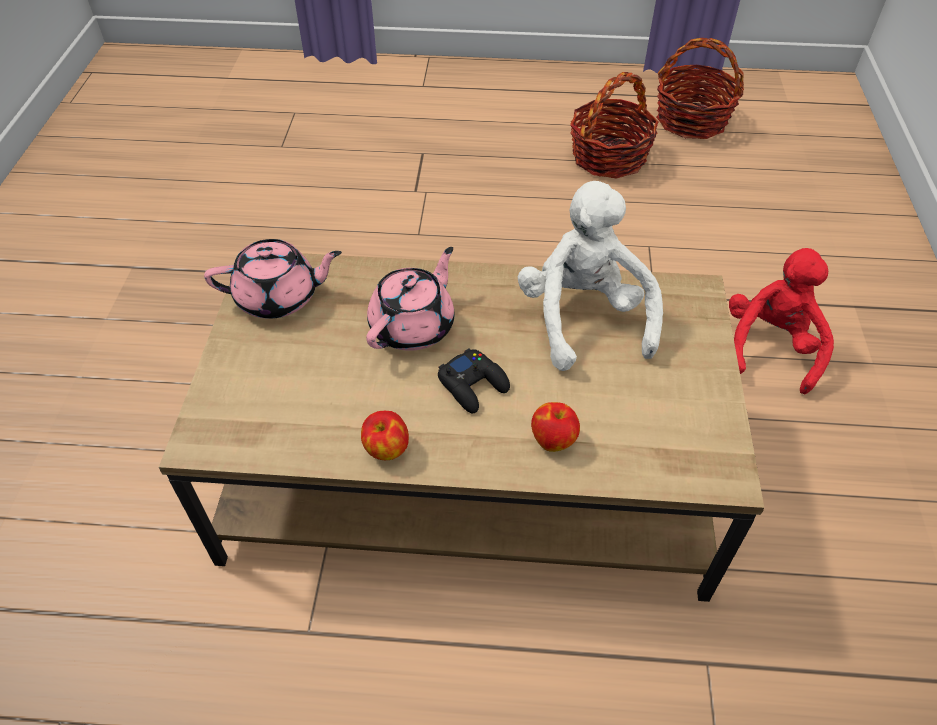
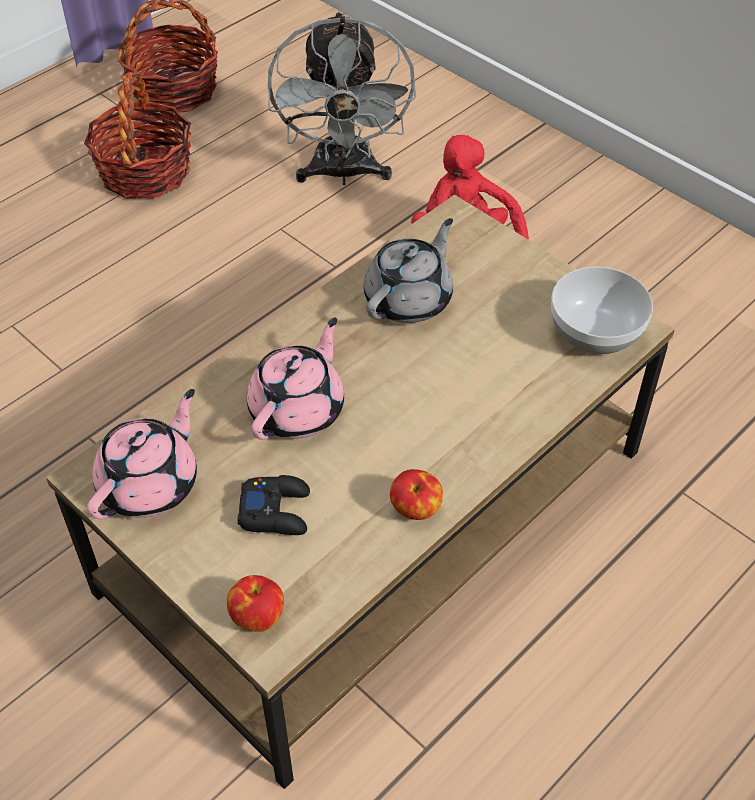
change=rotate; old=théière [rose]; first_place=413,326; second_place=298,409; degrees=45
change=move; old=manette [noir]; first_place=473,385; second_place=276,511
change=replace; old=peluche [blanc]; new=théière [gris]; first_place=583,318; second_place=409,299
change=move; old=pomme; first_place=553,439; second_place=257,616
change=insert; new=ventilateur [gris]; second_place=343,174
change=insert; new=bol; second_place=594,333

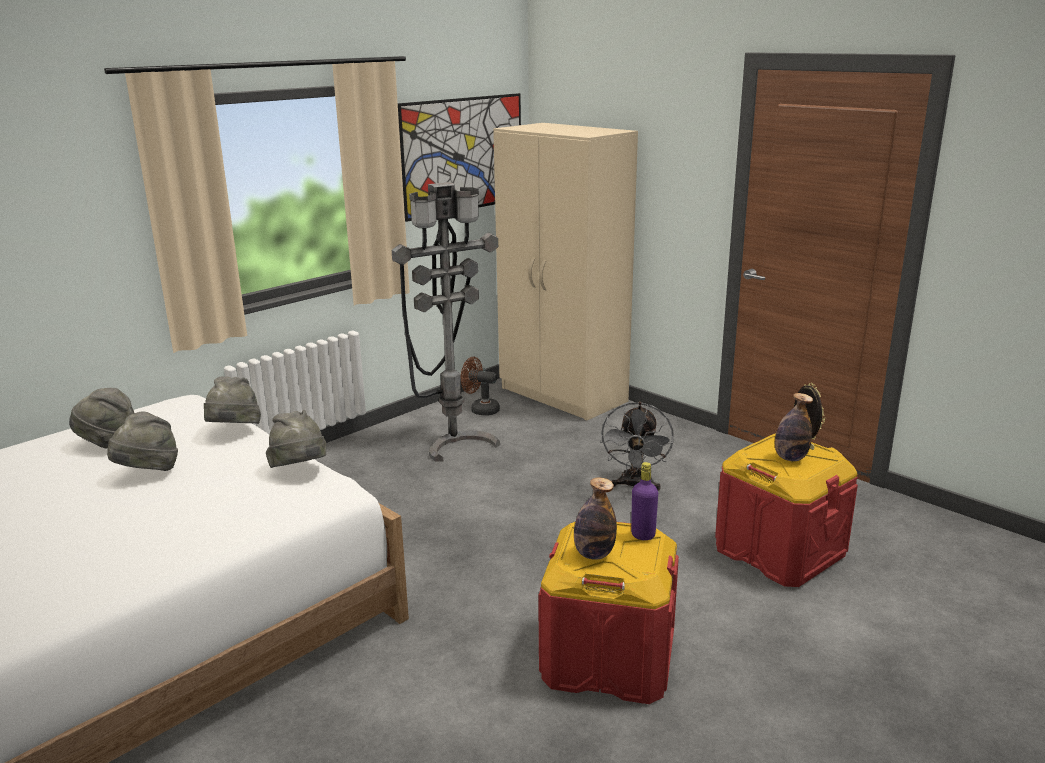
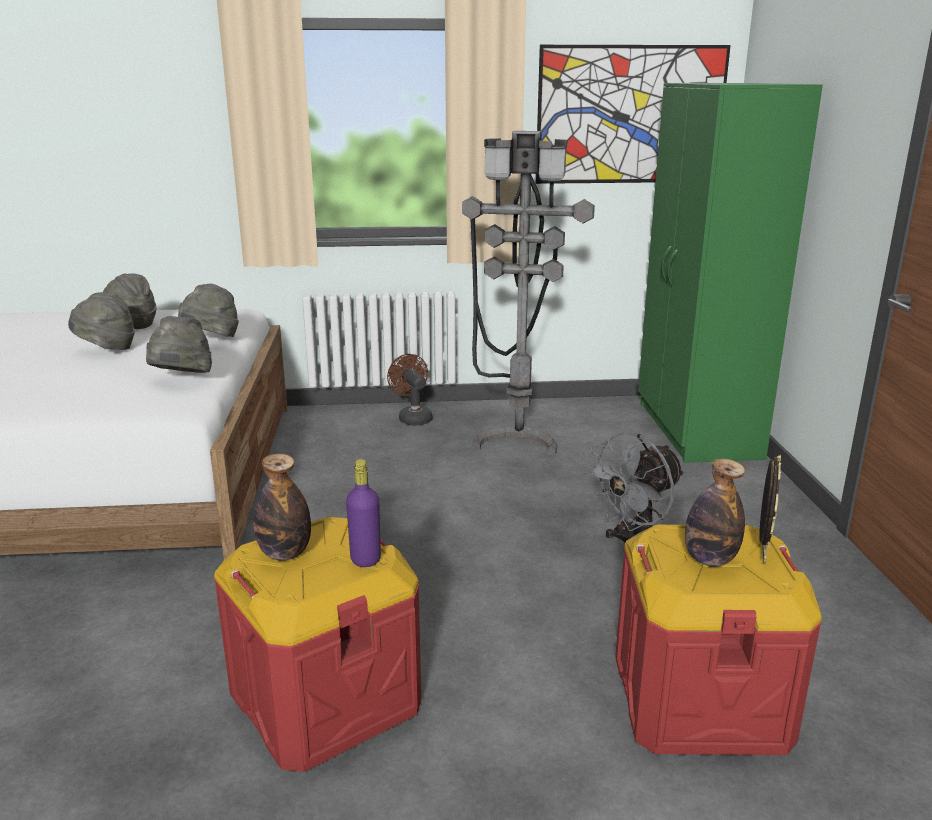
change=move; old=ventilateur [marron]; first_place=480,410; second_place=412,417
change=recolor; old=armoire [beige]; new=armoire [vert]; first_place=563,396; second_place=696,431

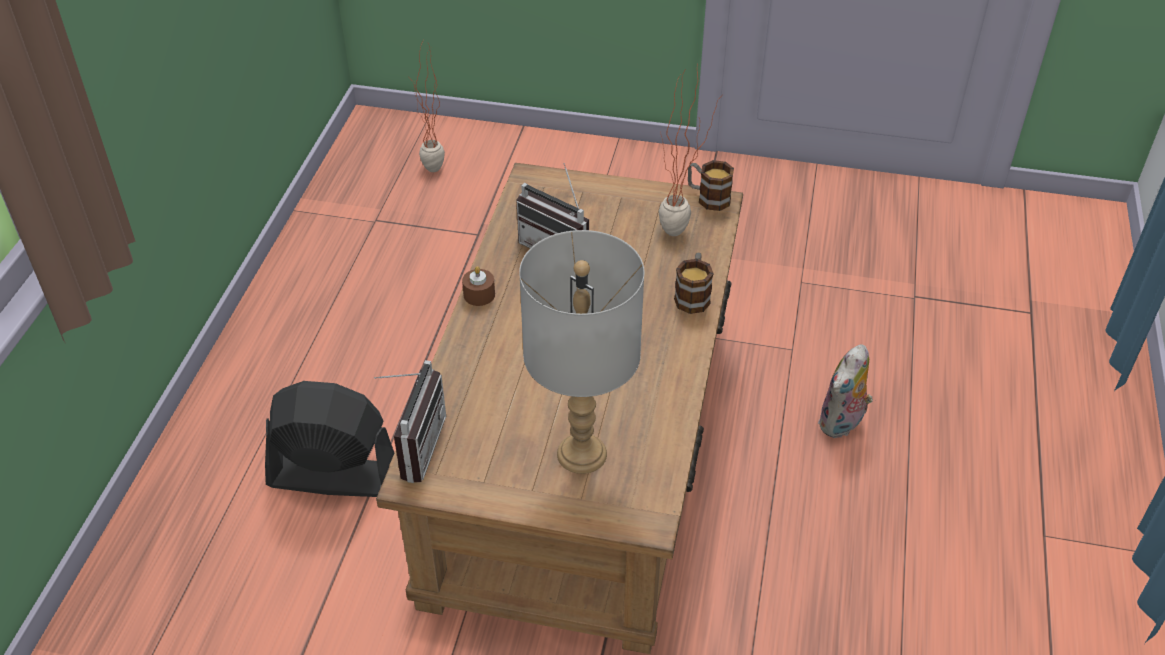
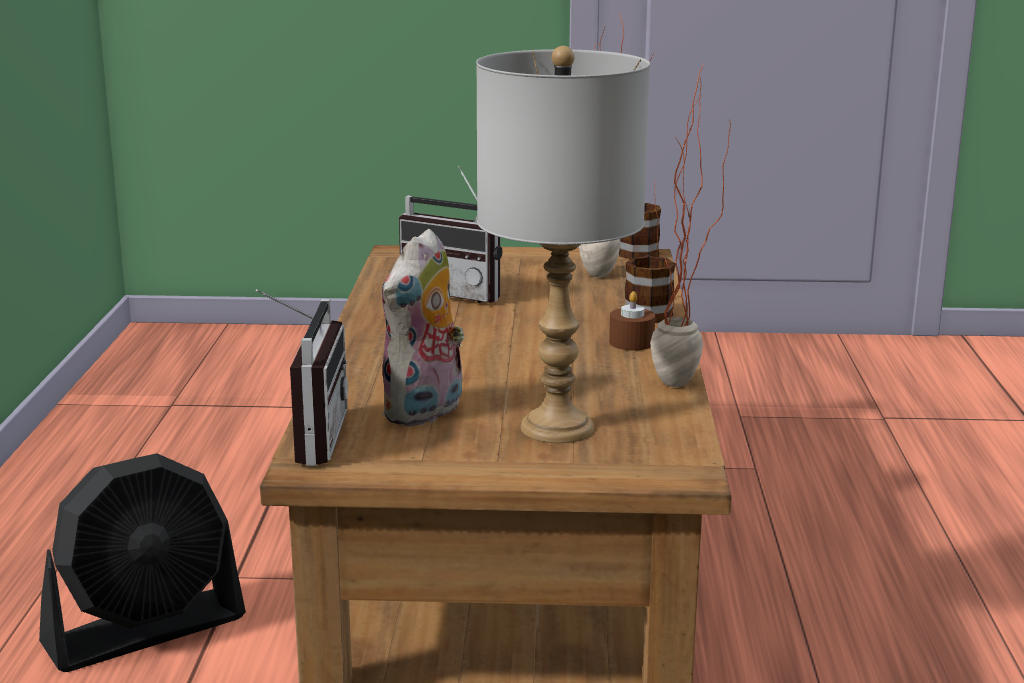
change=rotate; old=ventilateur [noir]; first_place=332,475; second_place=146,631; degrees=150
change=move; old=plante en pot; first_place=432,174; second_place=679,389
change=move; old=bougie [marron]; first_place=479,295; second_place=631,342
change=move; old=peluche; first_place=842,424; second_place=425,413

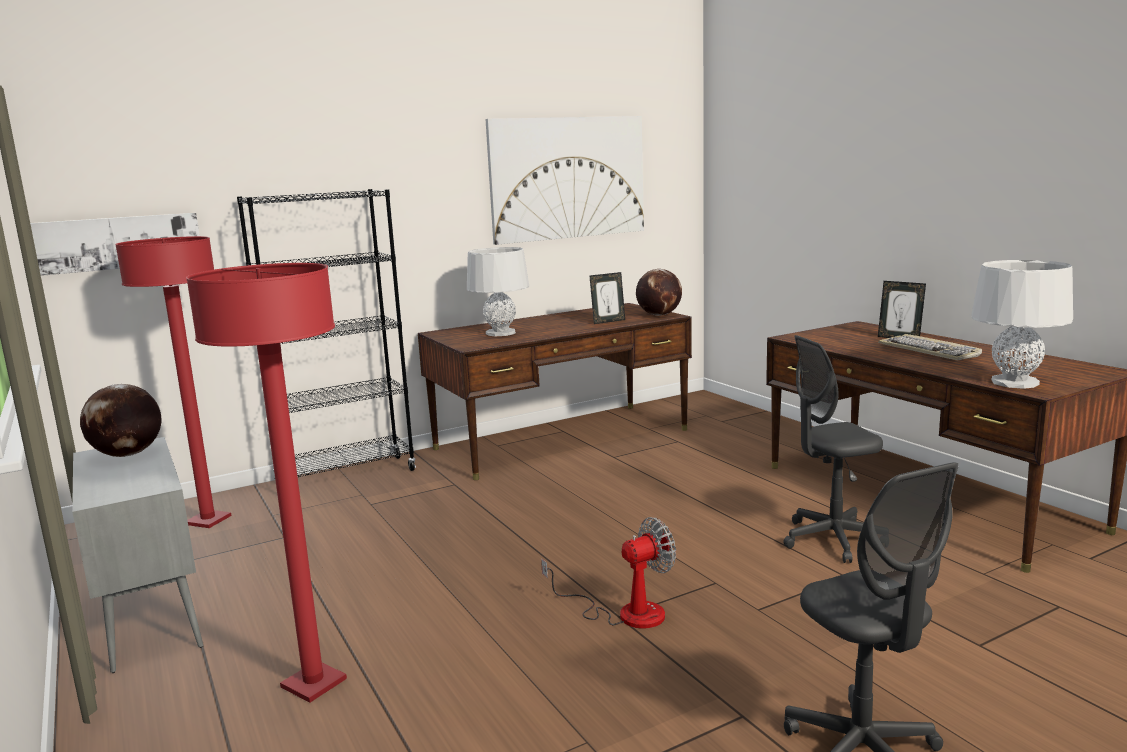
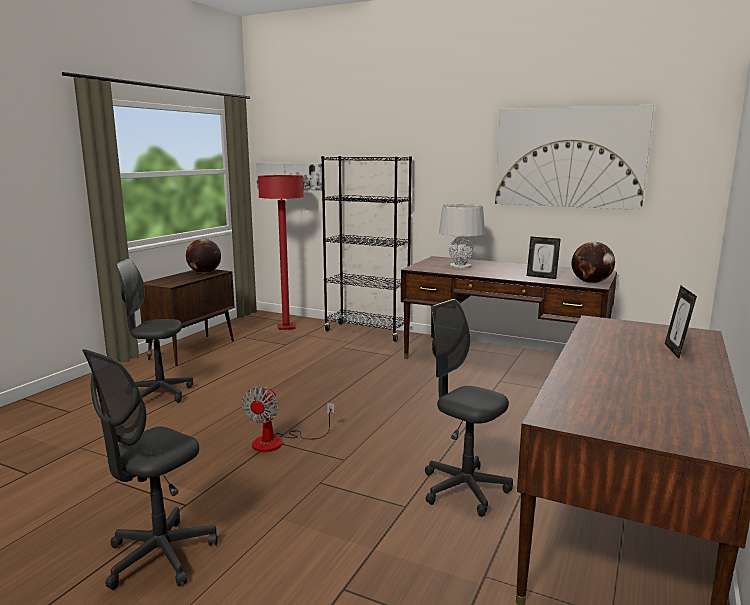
change=recolor; old=meuble de rangement [gris]; new=meuble de rangement [marron]; first_place=150,617; second_place=193,350
change=replace; old=lampadaire [rouge]; new=chaise de bureau [gris]; first_place=314,684; second_place=159,394
change=rotate; old=ventilateur; first_place=625,613; second_place=278,442; degrees=75
change=delete; old=clavier; first_place=930,351
change=delete; old=lampe de table [gris]; first_place=1015,382

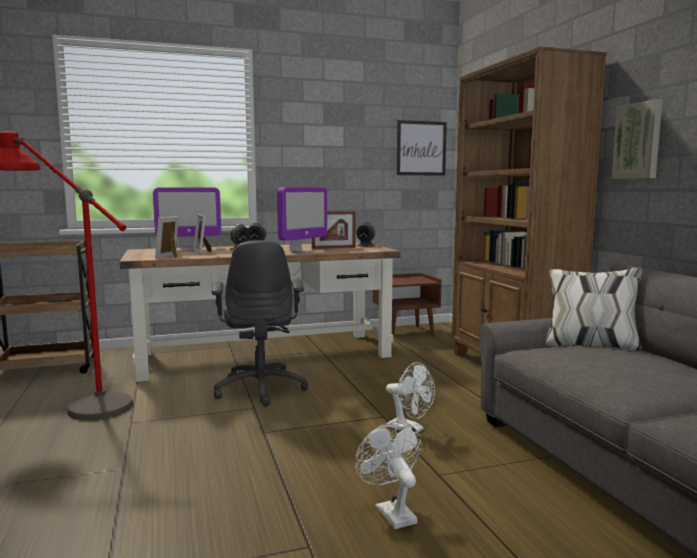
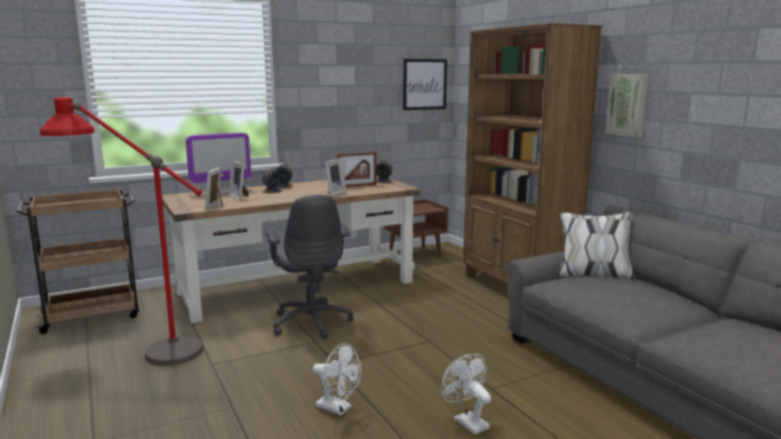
change=replace; old=écran d'ordinateur; new=cadre photo; first_place=302,251; second_place=333,193
change=move; old=ventilateur [blanc]; first_place=410,430; second_place=338,408

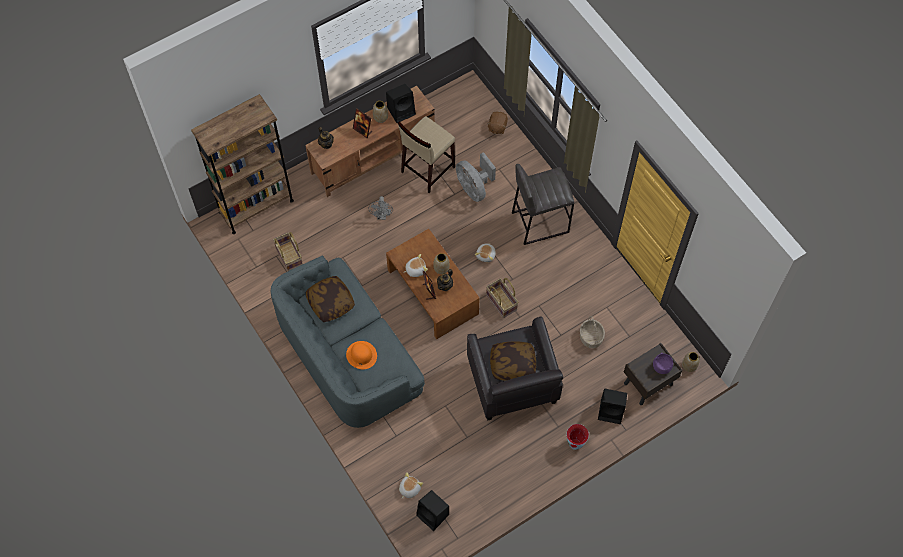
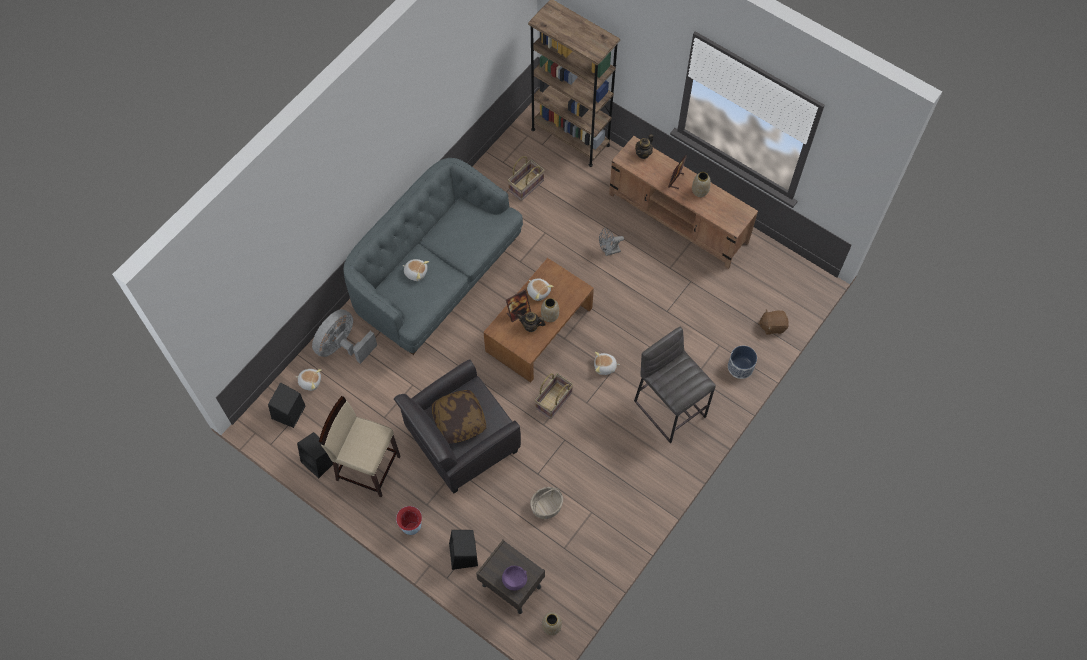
change=delete; old=coussin; first_place=330,302
change=replace; old=chapeau [orange]; new=peluche; first_place=361,355; second_place=416,272
change=move; old=enceinte [noir]; first_place=401,110; second_place=319,461
change=move; old=tabouret [beige]; first_place=427,169; second_place=368,467
change=move; old=ventilateur [gris]; first_place=474,188; second_place=343,347
change=insert; new=cache-pot; second_place=740,367

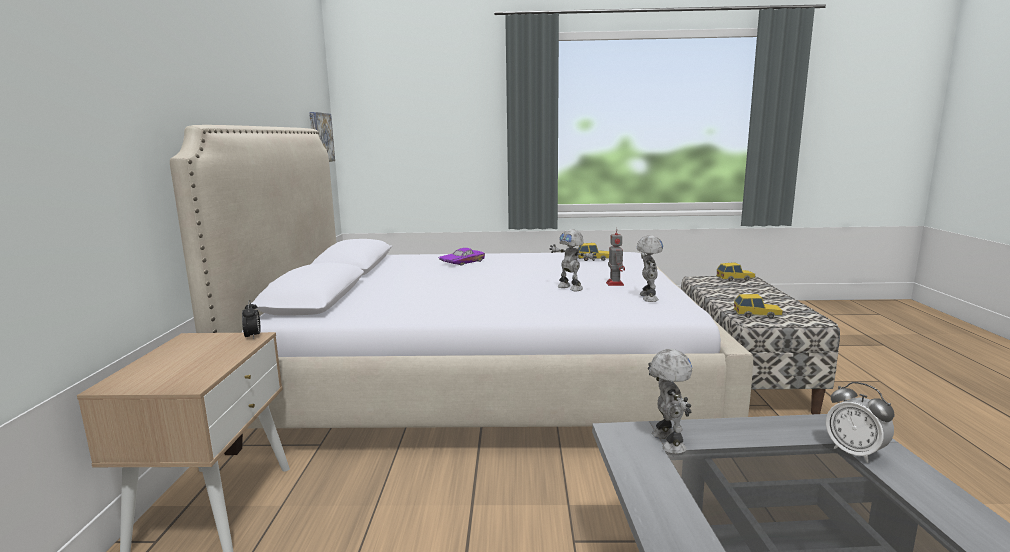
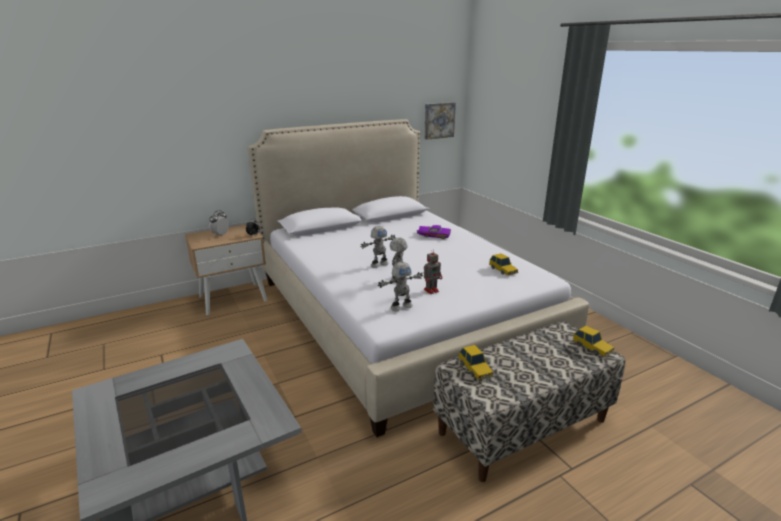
change=move; old=robot jouet; first_place=666,442; second_place=379,264
change=move; old=réveil; first_place=855,453; second_place=220,235

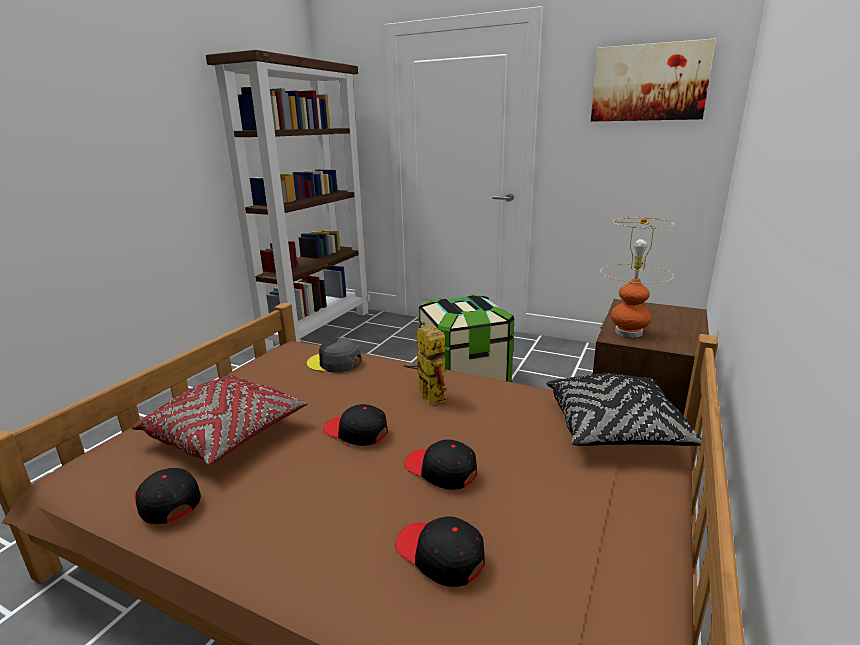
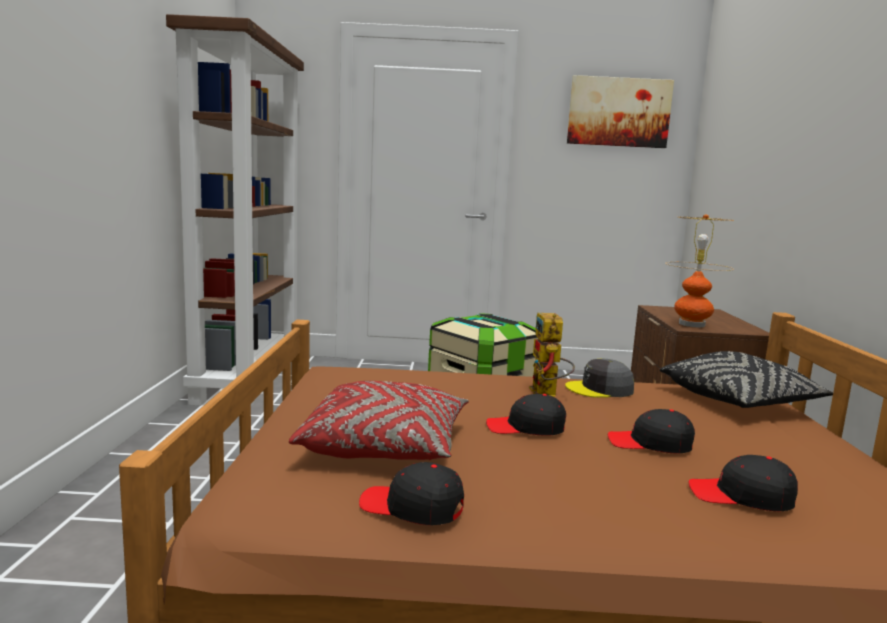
change=move; old=casquette [gris]; first_place=334,363; second_place=600,389
change=rotate; old=robot jouet; first_place=426,395; second_place=547,394; degrees=-135

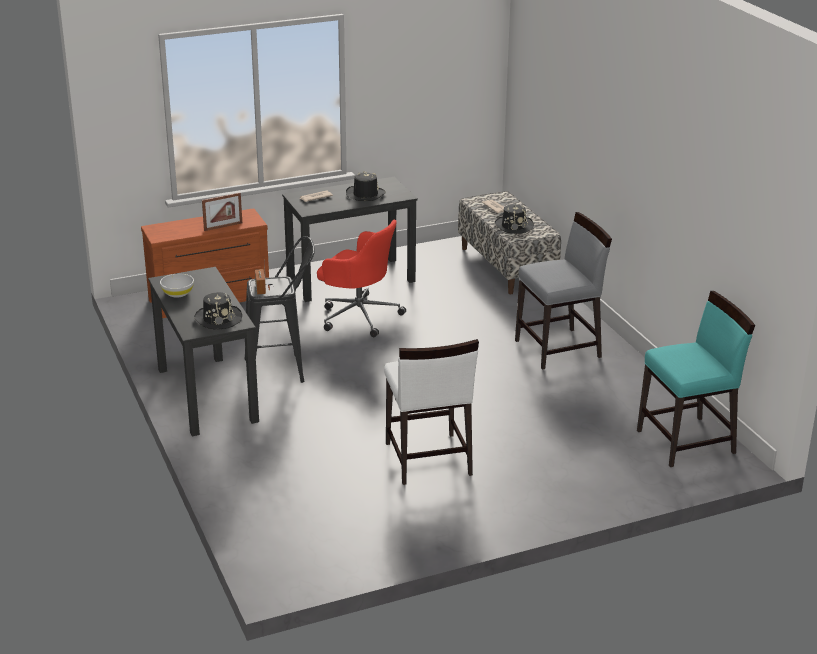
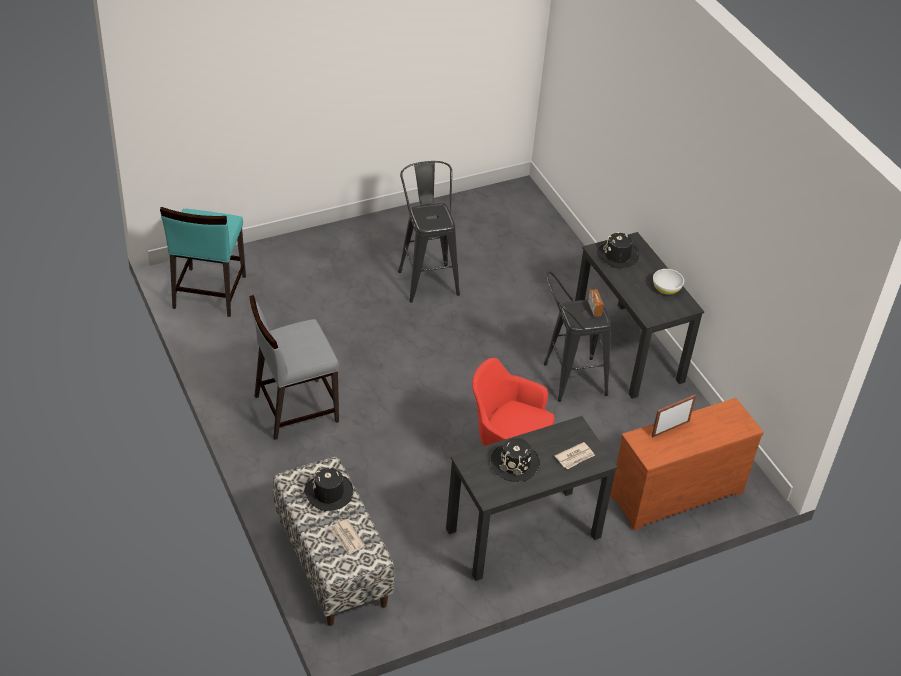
change=replace; old=chaise [blanc]; new=tabouret [noir]; first_place=427,459; second_place=427,278
change=rotate; old=chaise [turquoise]; first_place=687,442; second_place=208,292; degrees=-60

